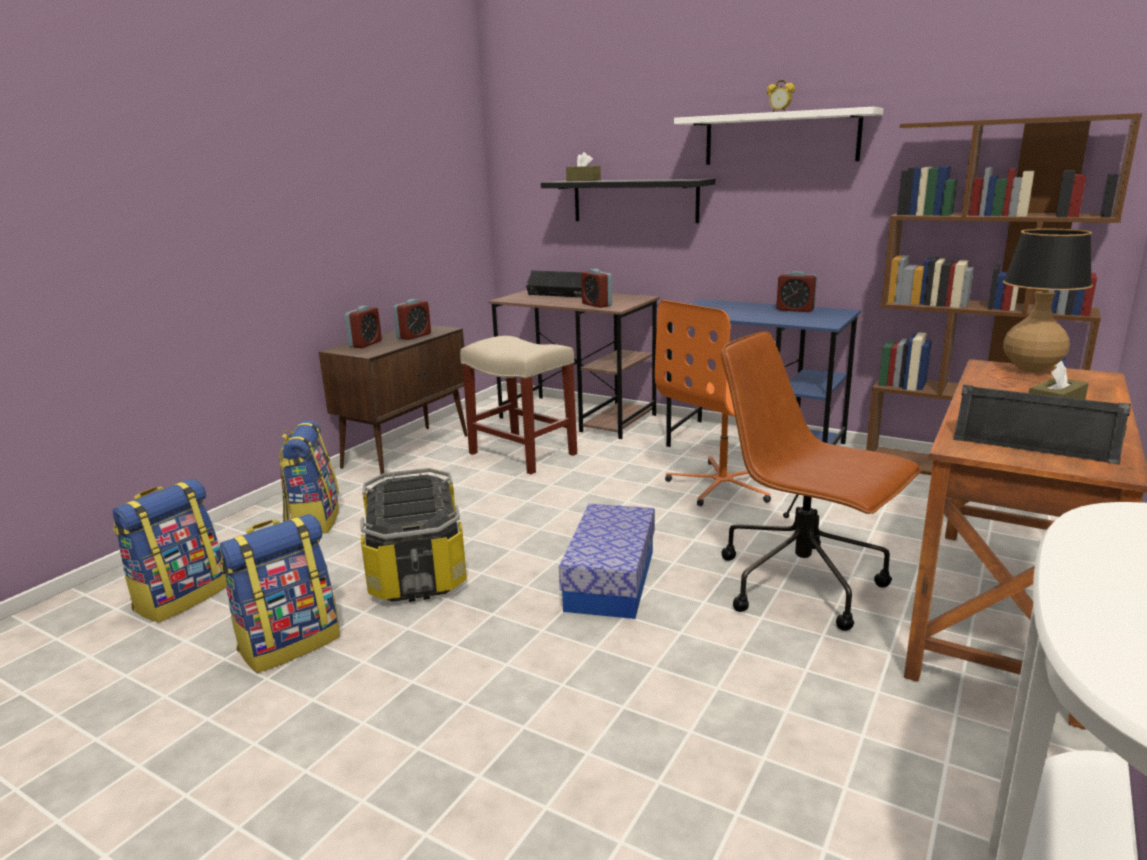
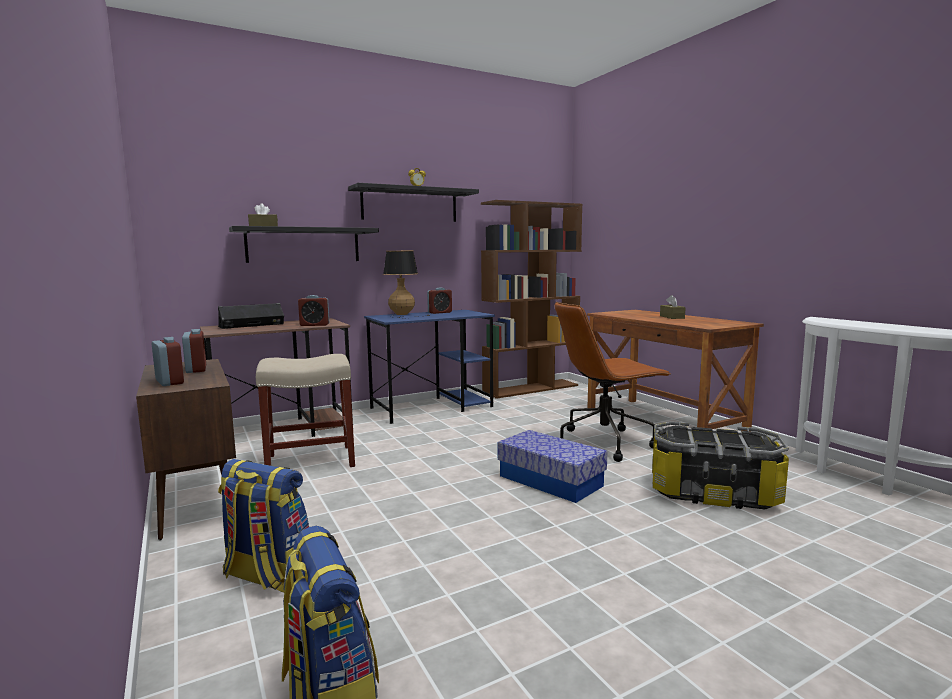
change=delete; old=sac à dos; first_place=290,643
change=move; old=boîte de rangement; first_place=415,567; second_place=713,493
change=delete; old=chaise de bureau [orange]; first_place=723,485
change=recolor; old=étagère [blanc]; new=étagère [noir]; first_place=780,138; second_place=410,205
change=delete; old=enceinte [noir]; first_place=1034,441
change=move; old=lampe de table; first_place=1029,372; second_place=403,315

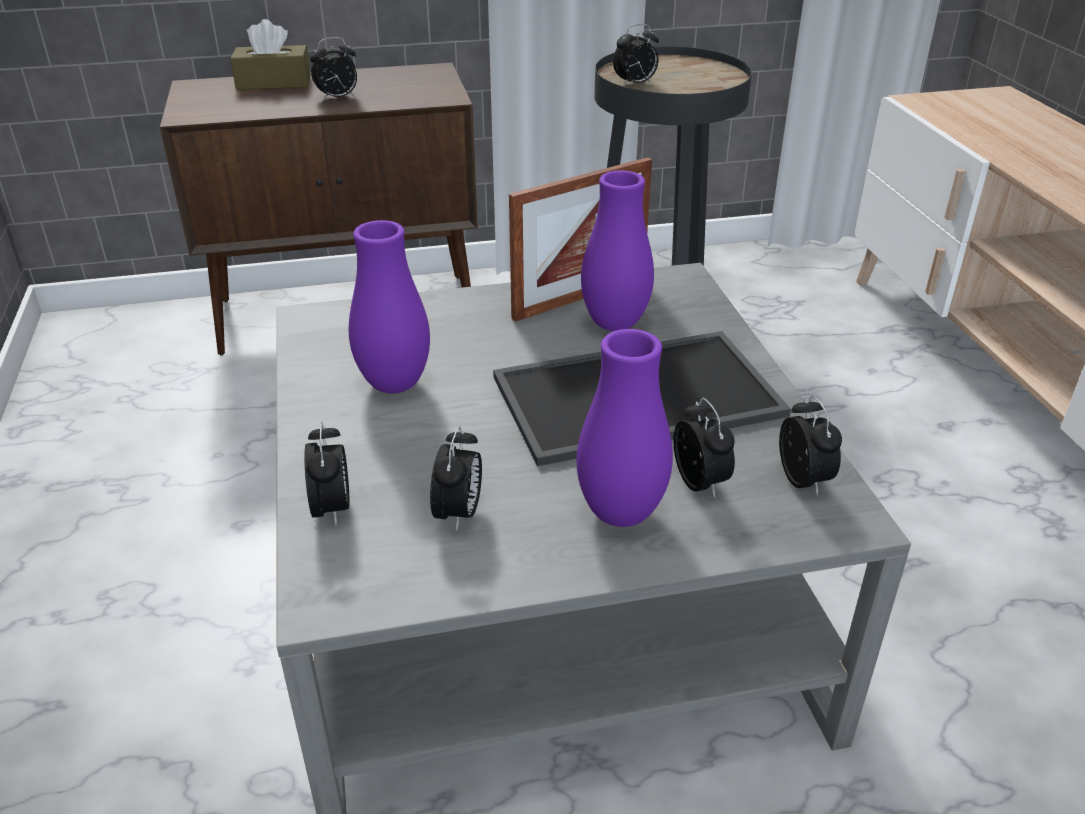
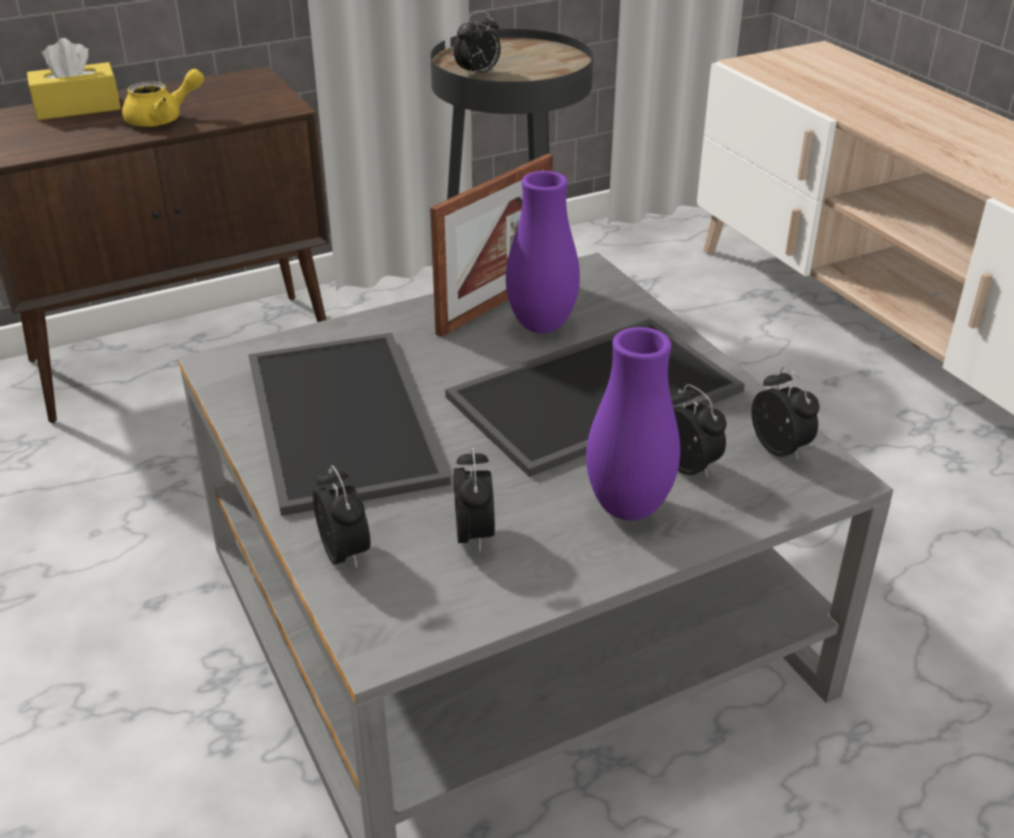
change=recolor; old=boîte à mouchoirs [marron]; new=boîte à mouchoirs [jaune]; first_place=274,82; second_place=77,107
change=replace; old=réveil; new=théière [jaune]; first_place=337,98; second_place=163,119
change=replace; old=vase [violet]; new=plateau; first_place=394,384; second_place=347,419

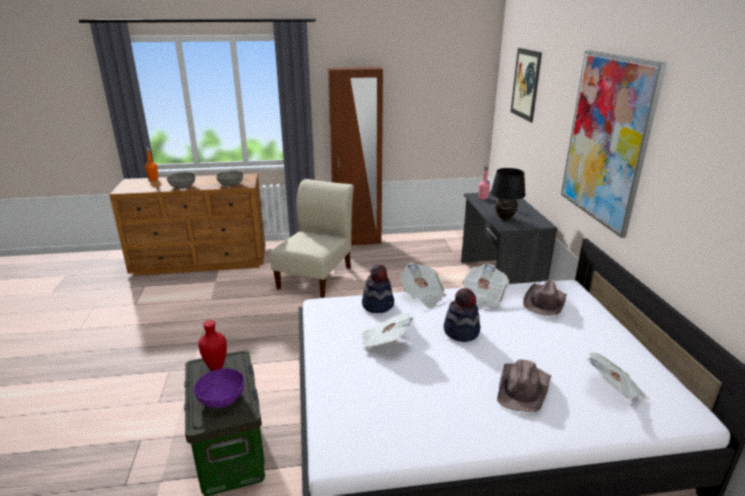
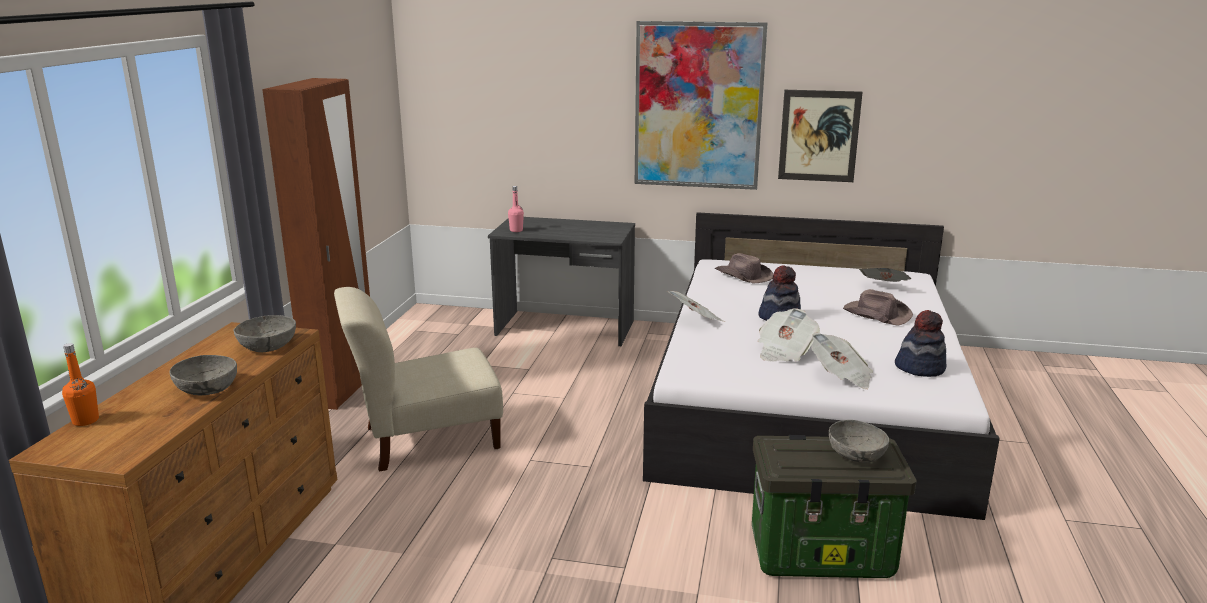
change=recolor; old=bol [violet]; new=bol [gris]; first_place=221,398; second_place=856,455
change=delete; old=vase [rouge]; first_place=217,367
change=rotate; old=chaise [beige]; first_place=316,276; second_place=425,440; degrees=-60
change=move; old=chapeau; first_place=378,304; second_place=920,368
change=move; old=journal; first_place=483,298; second_place=841,376
change=delete; old=lampe de table [noir]; first_place=505,218
change=move; old=tableau; first_place=525,84; second_place=819,136

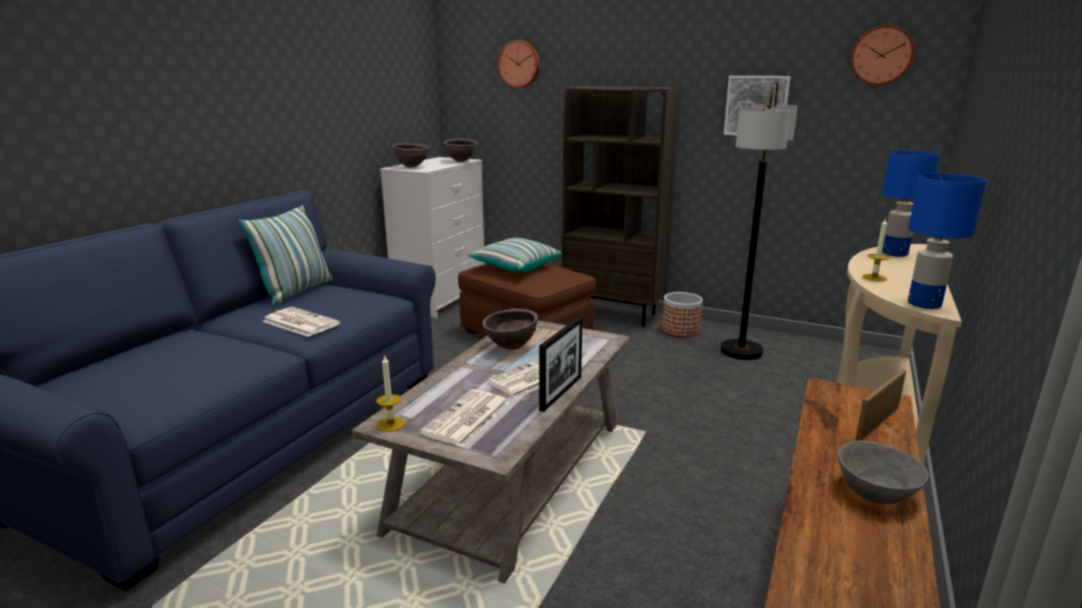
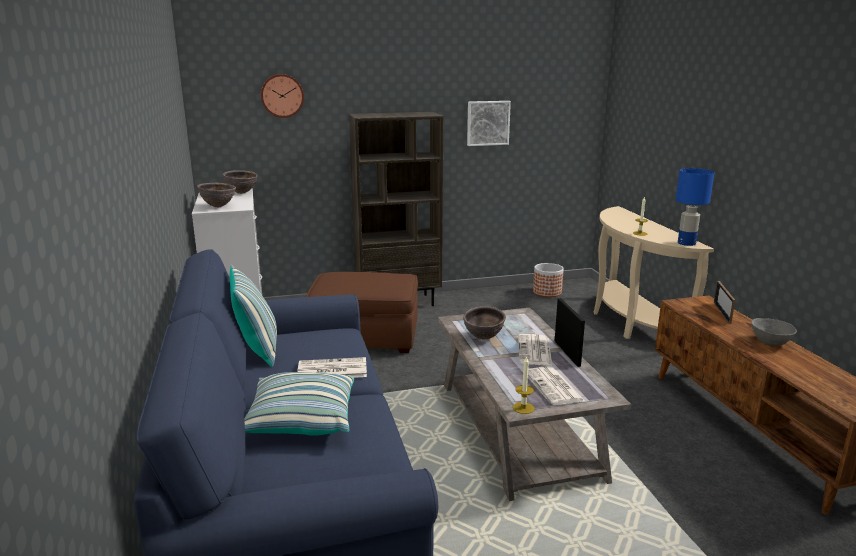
change=move; old=coussin; first_place=514,267; second_place=301,420
change=move; old=cache-pot; first_place=680,330; second_place=547,292
change=delete; old=lampadaire; first_place=741,351
change=delete; old=horloge murale; first_place=881,55
change=delete; old=lampe de table [bleu]; first_place=895,253

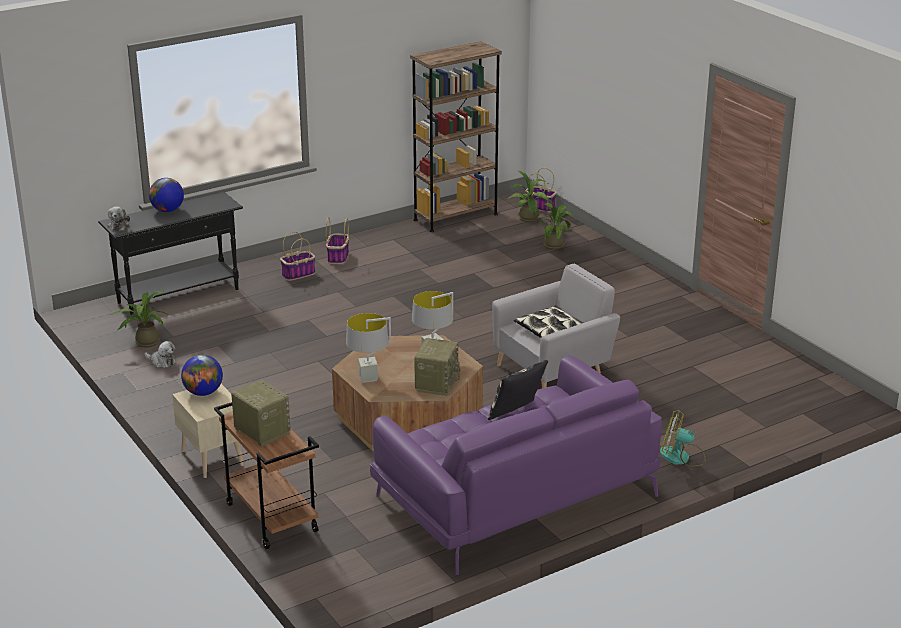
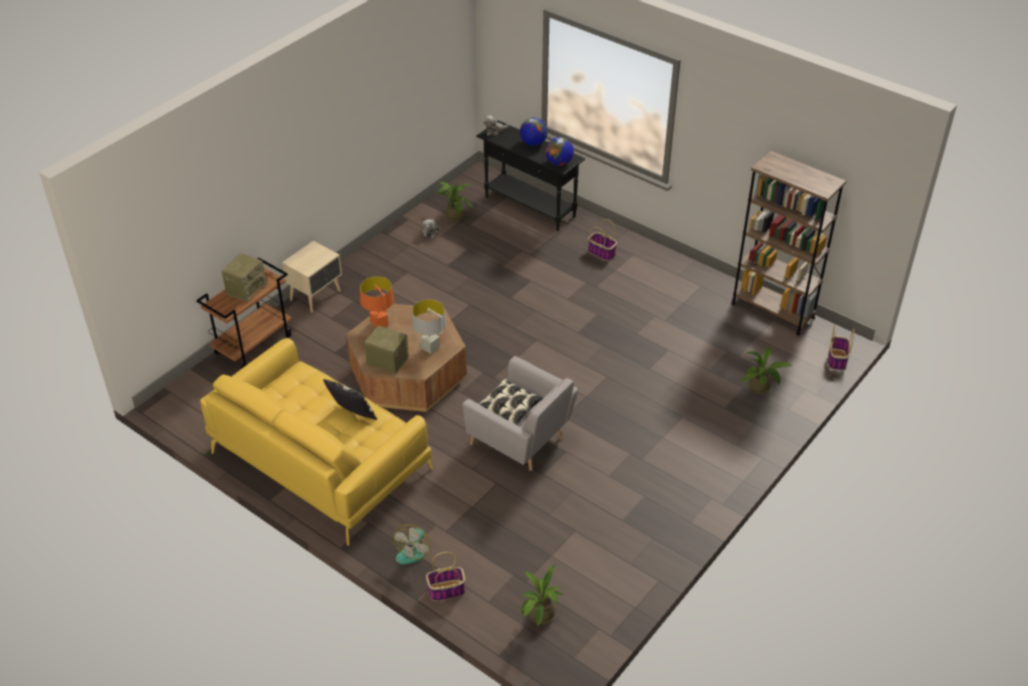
change=move; old=globe; first_place=203,392; second_place=559,163
change=move; old=panier; first_place=338,257; second_place=446,591
change=recolor; old=lampe de table [gris]; new=lampe de table [orange]; first_place=368,378; second_place=379,324
change=recolor; old=canapé [violet]; new=canapé [jaune]; first_place=514,496; second_place=319,460
change=rotate; old=radio; first_place=436,383; second_place=386,361; degrees=-150
change=move; old=plante en pot; first_place=530,219; second_place=539,616
change=rotate; old=ventilateur; first_place=681,457; second_place=414,550; degrees=-150

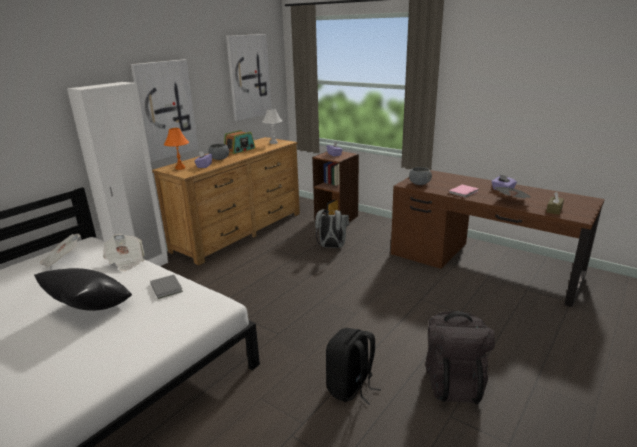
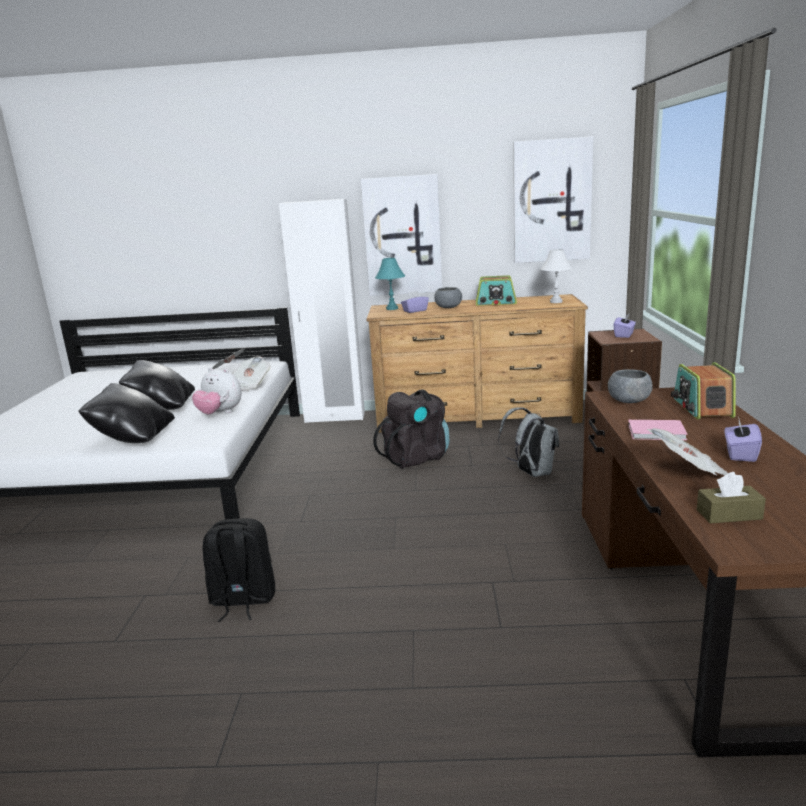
change=replace; old=livre [gris]; new=peluche; first_place=166,287; second_place=220,413
change=recolor; old=lampe de table [orange]; new=lampe de table [turquoise]; first_place=180,168; second_place=392,308
change=move; old=sac à dos [noir]; first_place=453,381; second_place=416,457
change=insert; new=coussin [noir]; second_place=132,438
change=insert; new=radio; second_place=702,408

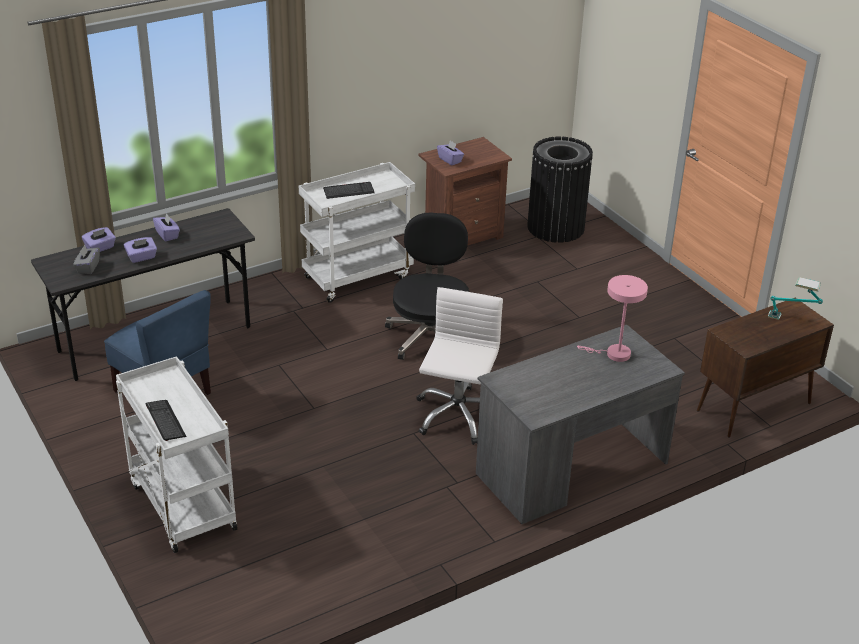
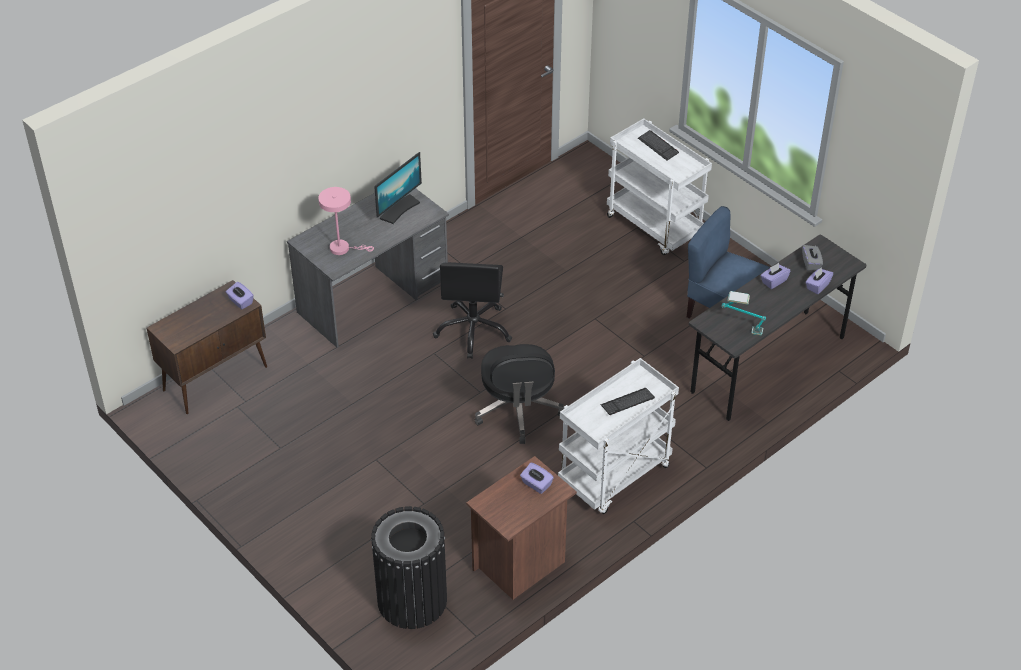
change=move; old=boîte à mouchoirs [violet]; first_place=167,235; second_place=240,302
change=recolor; old=chaise de bureau [blanc]; new=chaise de bureau [noir]; first_place=457,415; second_place=473,330
change=move; old=lampe de table; first_place=791,320; second_place=741,328
change=insert; new=écran d'ordinateur; second_place=398,209

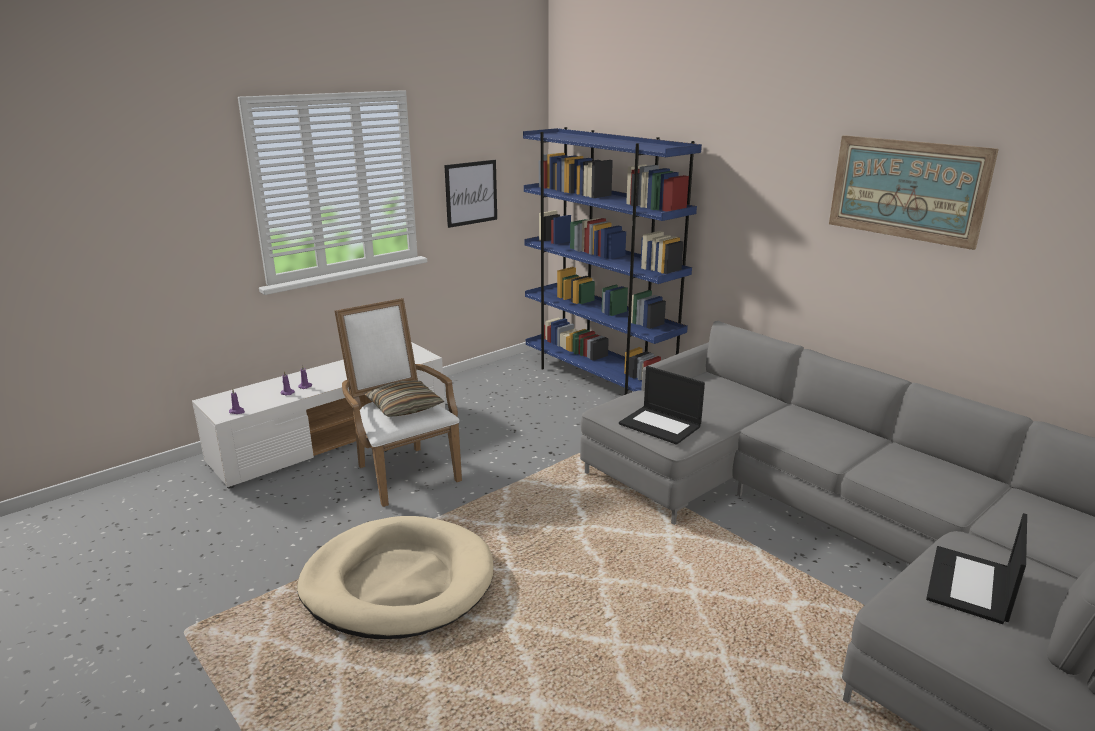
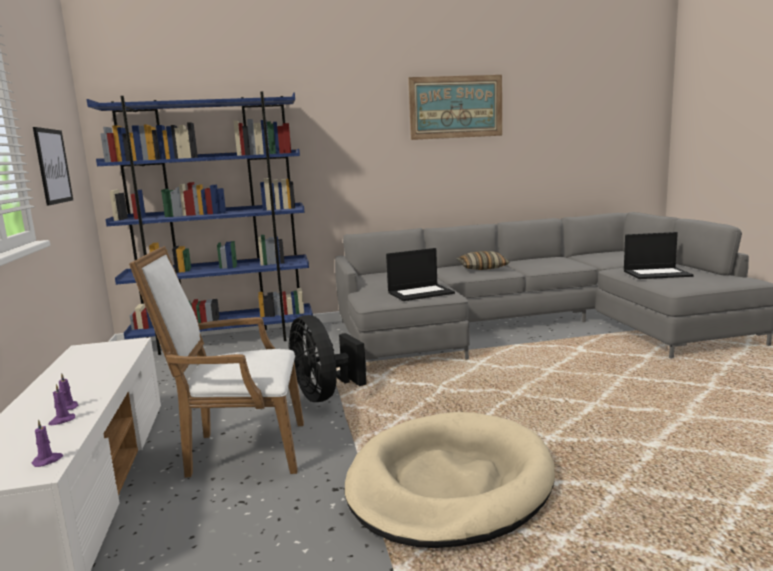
change=move; old=coussin; first_place=404,407; second_place=482,268
change=rotate; old=ordinateur portable; first_place=971,585; second_place=657,273; degrees=-60
change=insert; new=ventilateur [noir]; second_place=324,395

